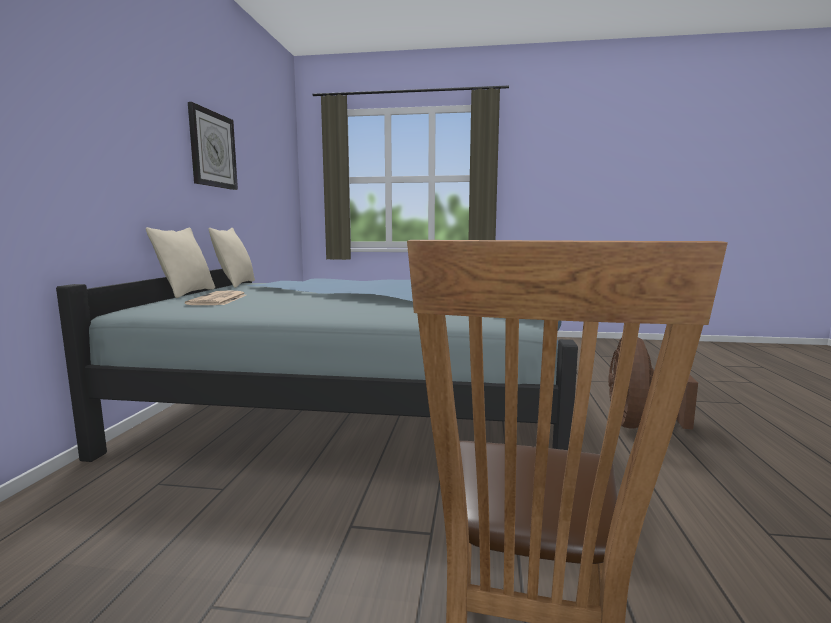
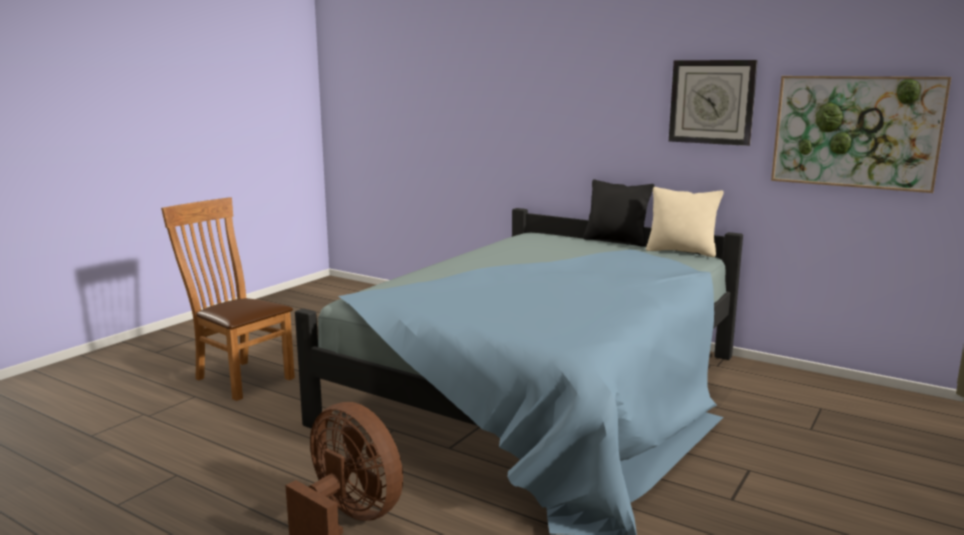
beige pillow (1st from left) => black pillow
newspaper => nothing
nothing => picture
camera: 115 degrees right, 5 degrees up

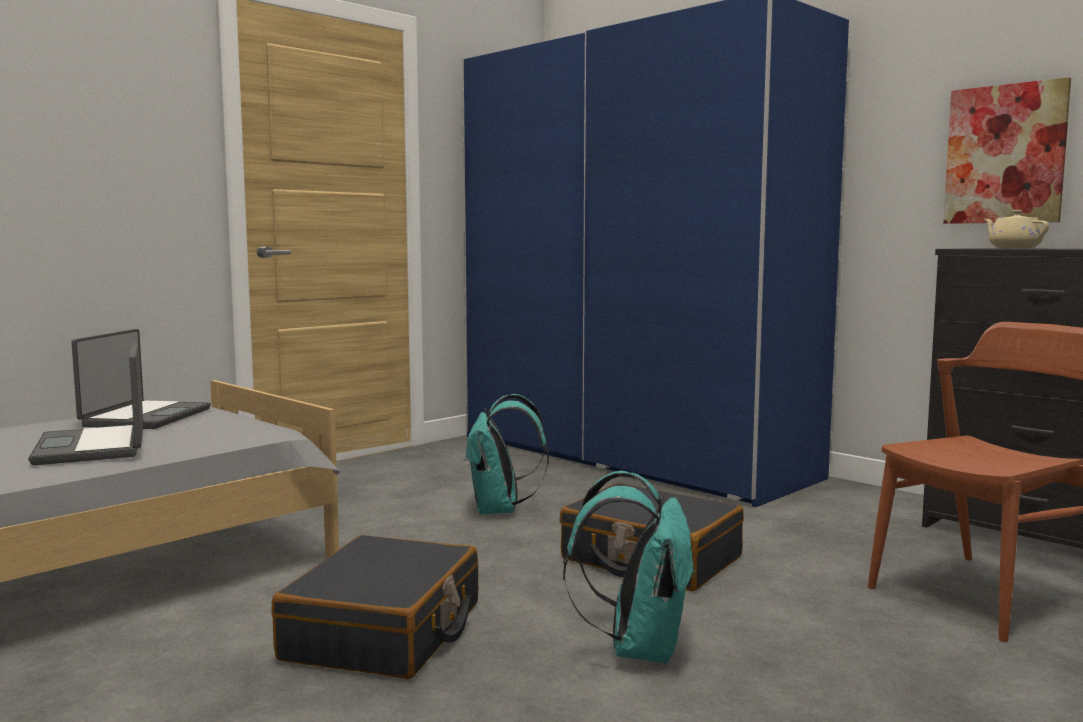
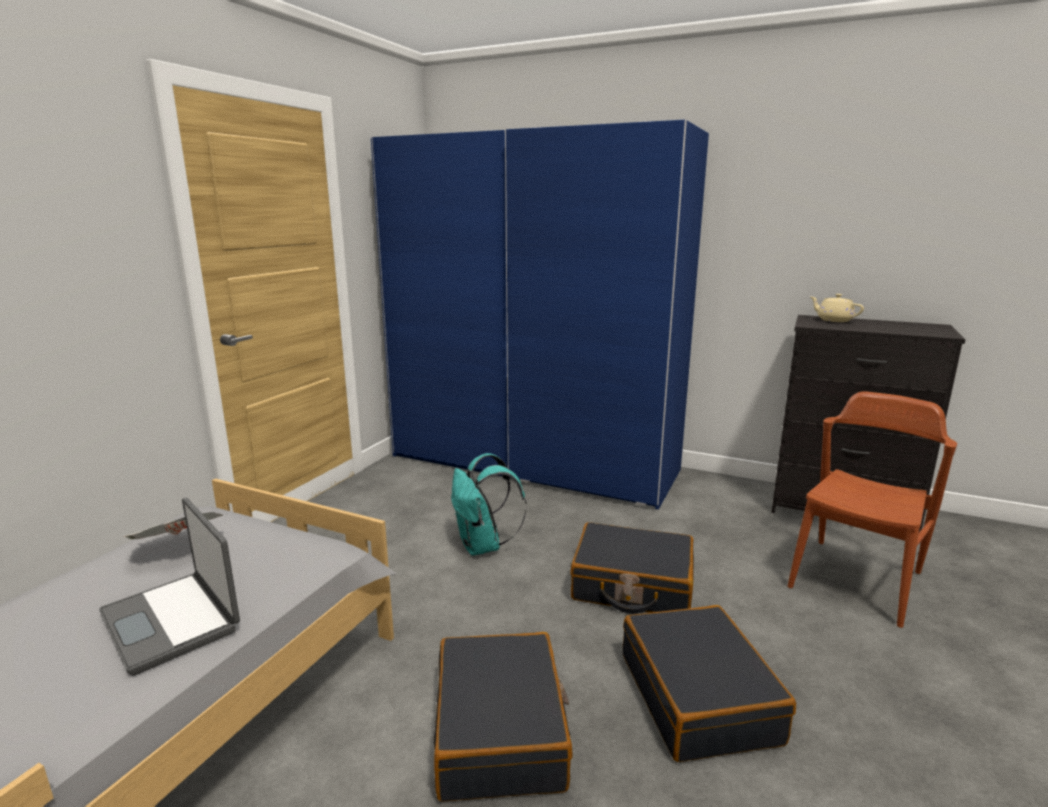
picture => nothing
laptop (2nd from left) => newspaper
turquoise backpack (2nd from left) => black suitcase (3rd from left)
camera: 20 degrees left, 10 degrees up

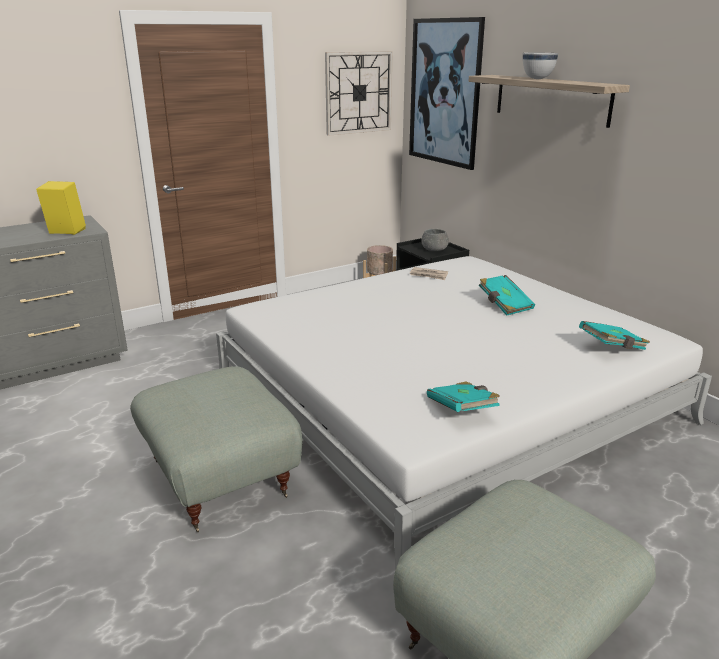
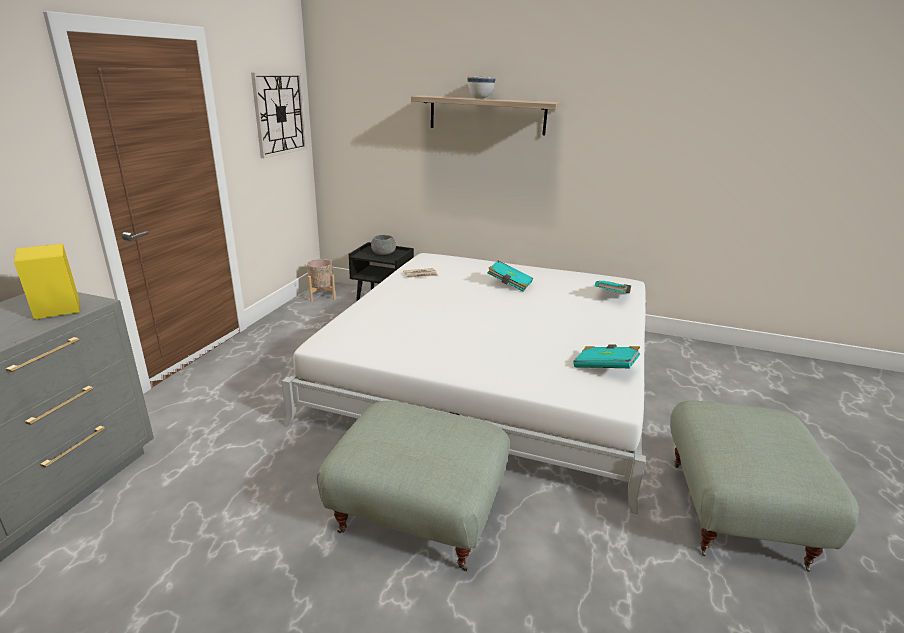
picture => nothing
camera: 40 degrees left, 0 degrees up

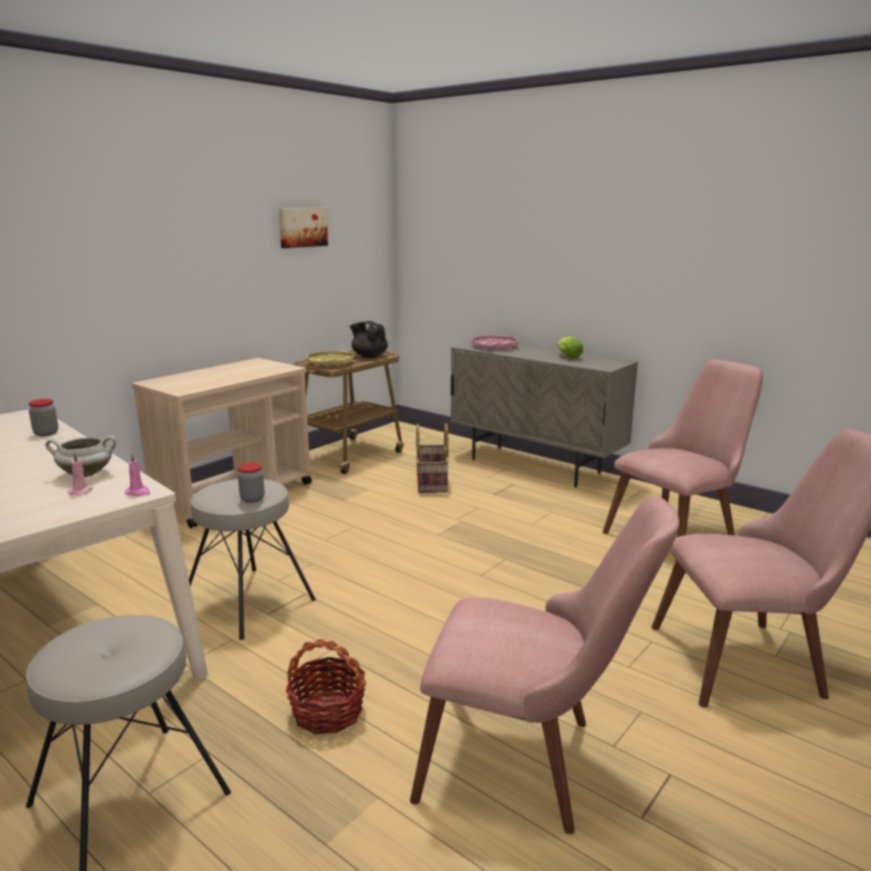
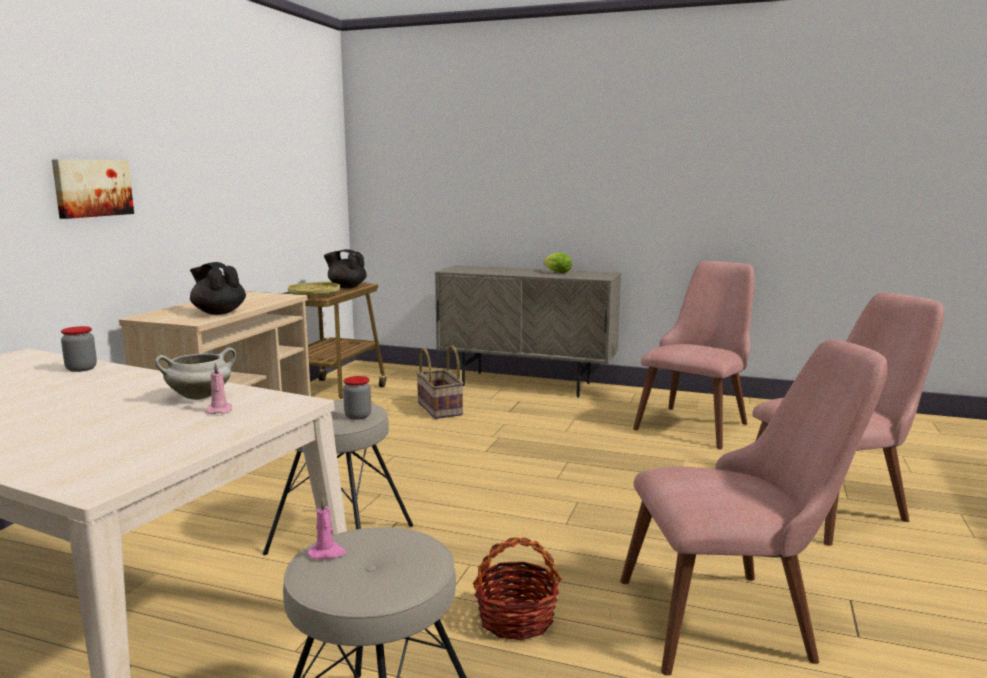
picture, move
pink tray => nothing
pink candle (2nd from left), move
nothing => black teapot (1st from left)
camera: 20 degrees left, 5 degrees down

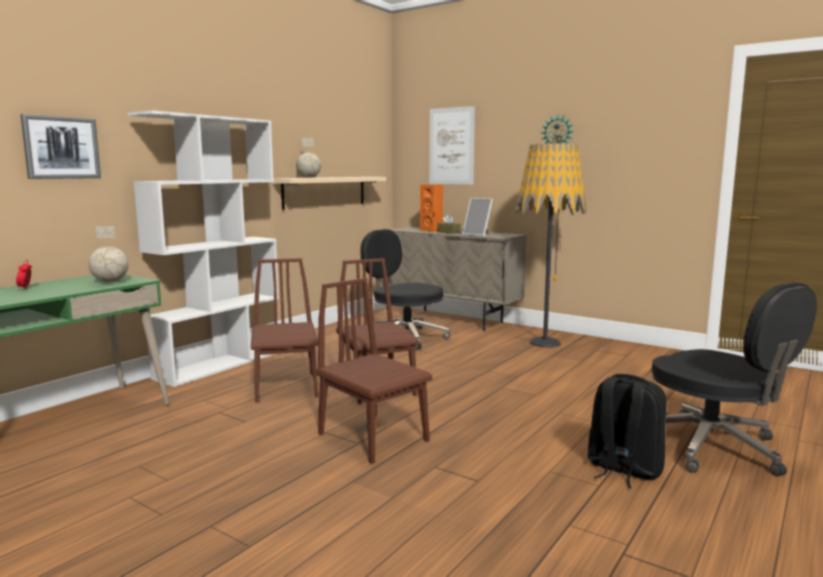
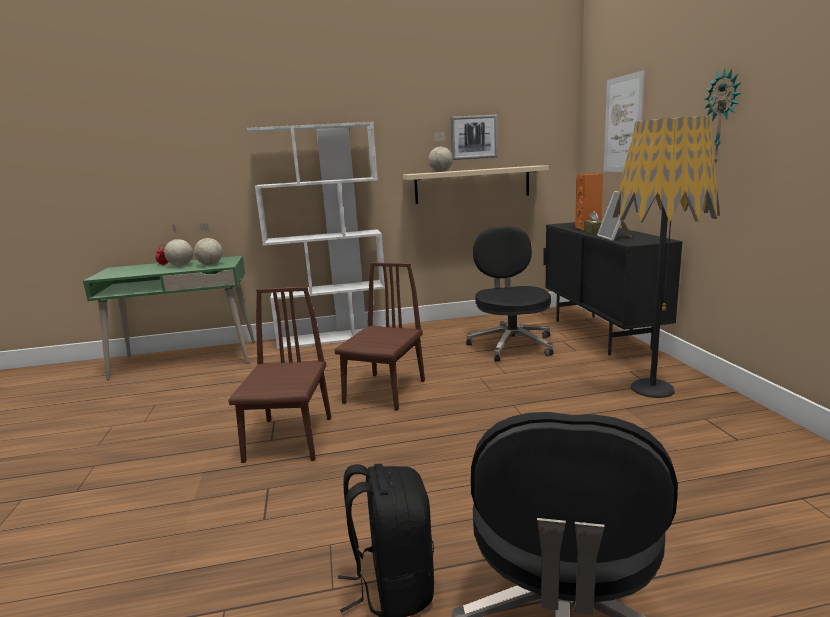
picture (1st from left), move
beige cabinet => black cabinet
brown chair (1st from left) => nothing
nothing => globe (1st from left)
camera: 45 degrees right, 5 degrees up

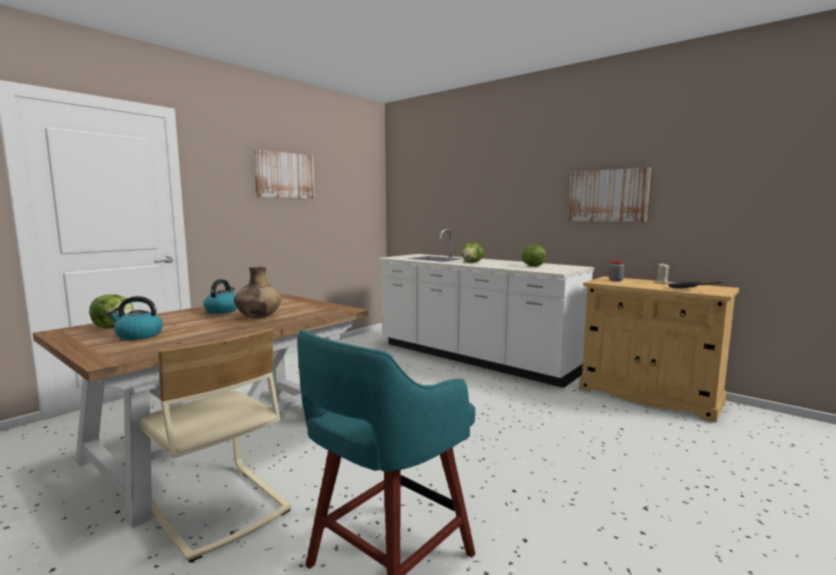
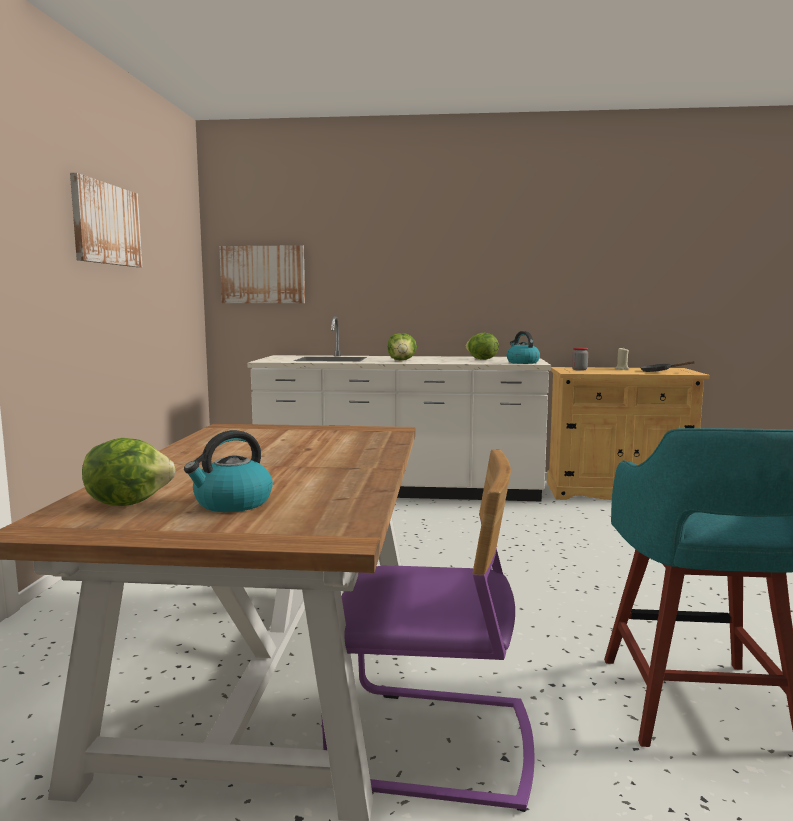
picture (2nd from left), move
brown vase => nothing
kettle (2nd from left), move
beige chair => purple chair
camera: 35 degrees left, 0 degrees up

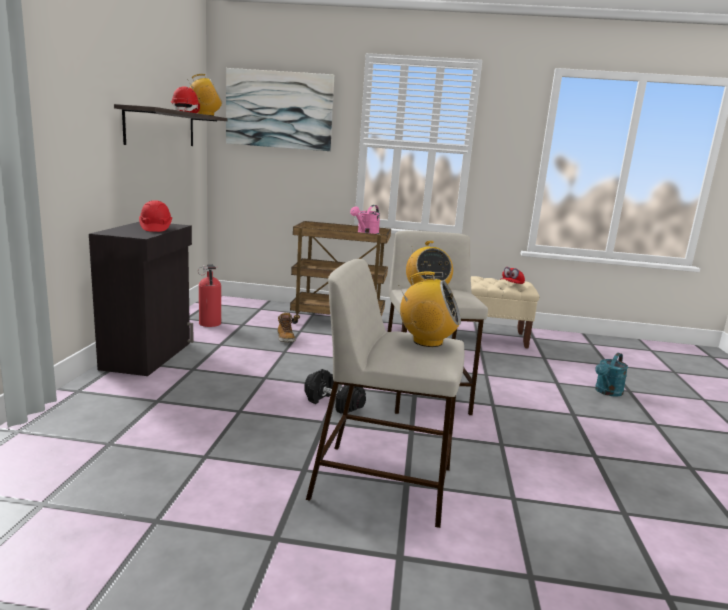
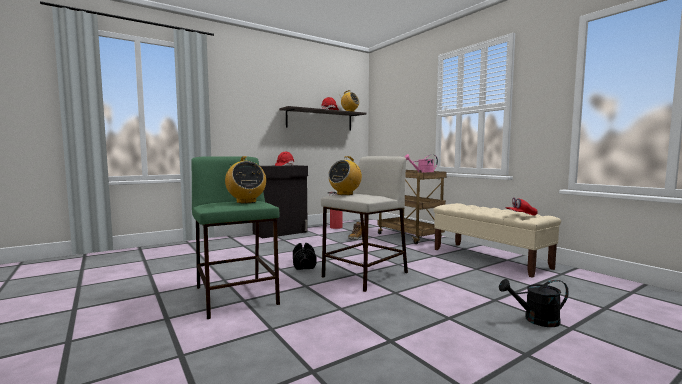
picture => nothing
beige stool (1st from left) => green stool
turquoise watering can => black watering can
camera: 50 degrees right, 10 degrees down

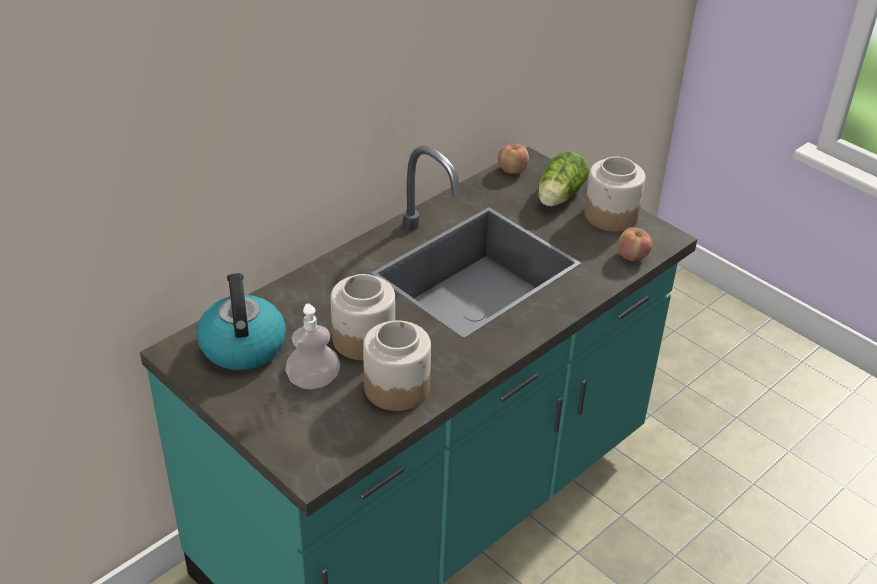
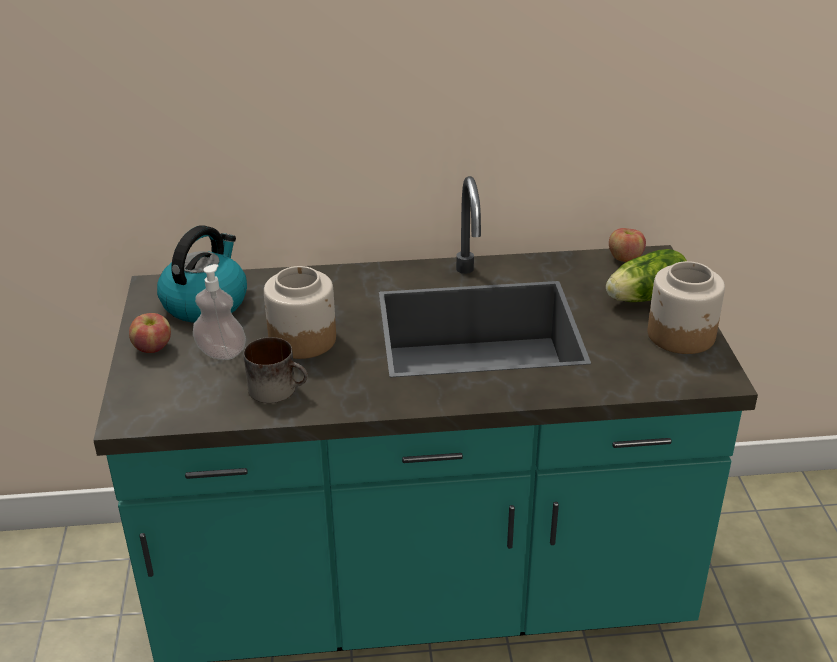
apple (2nd from left in the first image) => apple (1st from left), move
jar (2nd from left) => mug
camera: 40 degrees right, 5 degrees down

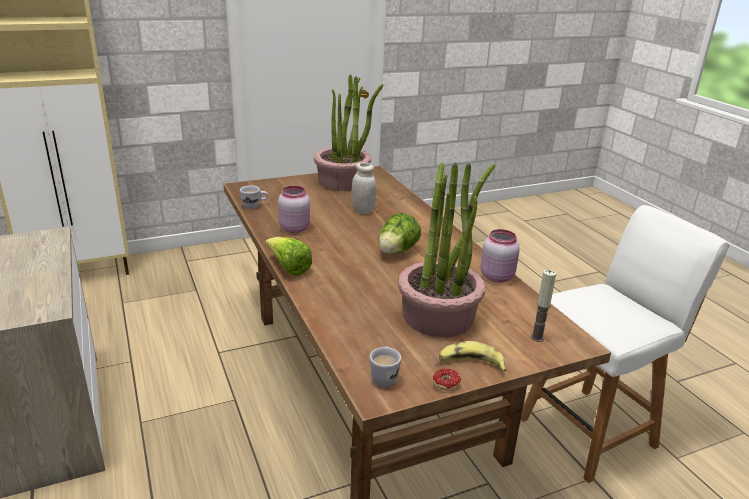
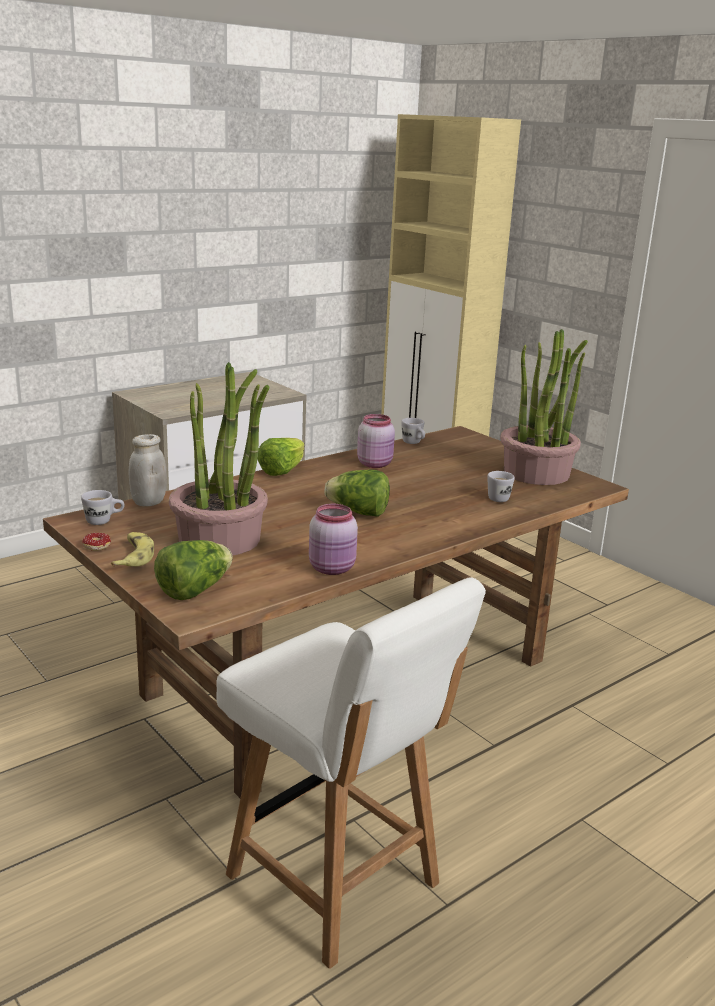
white jar, move
candle => lettuce (1st from left)
nothing => white mug (3rd from left)
camera: 75 degrees right, 5 degrees down

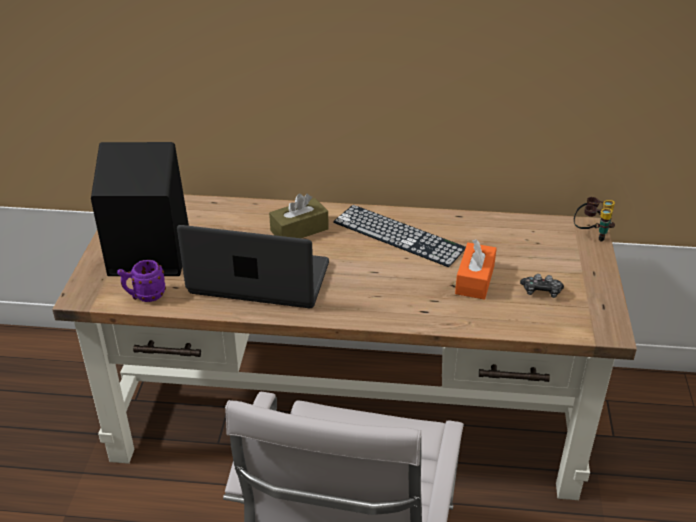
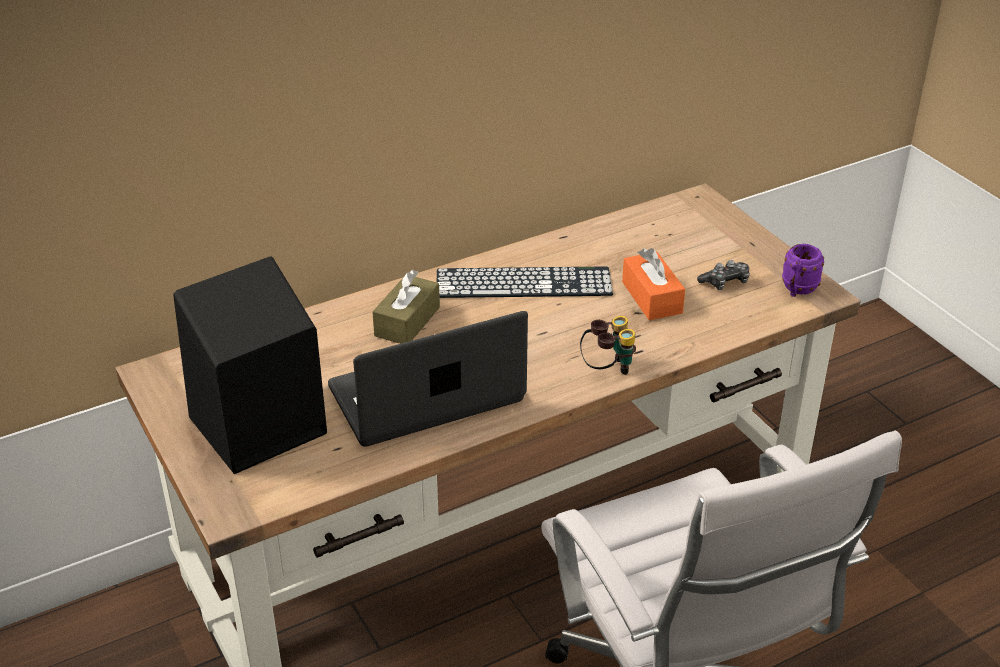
binoculars, move
purple mug, move
camera: 35 degrees left, 0 degrees up

